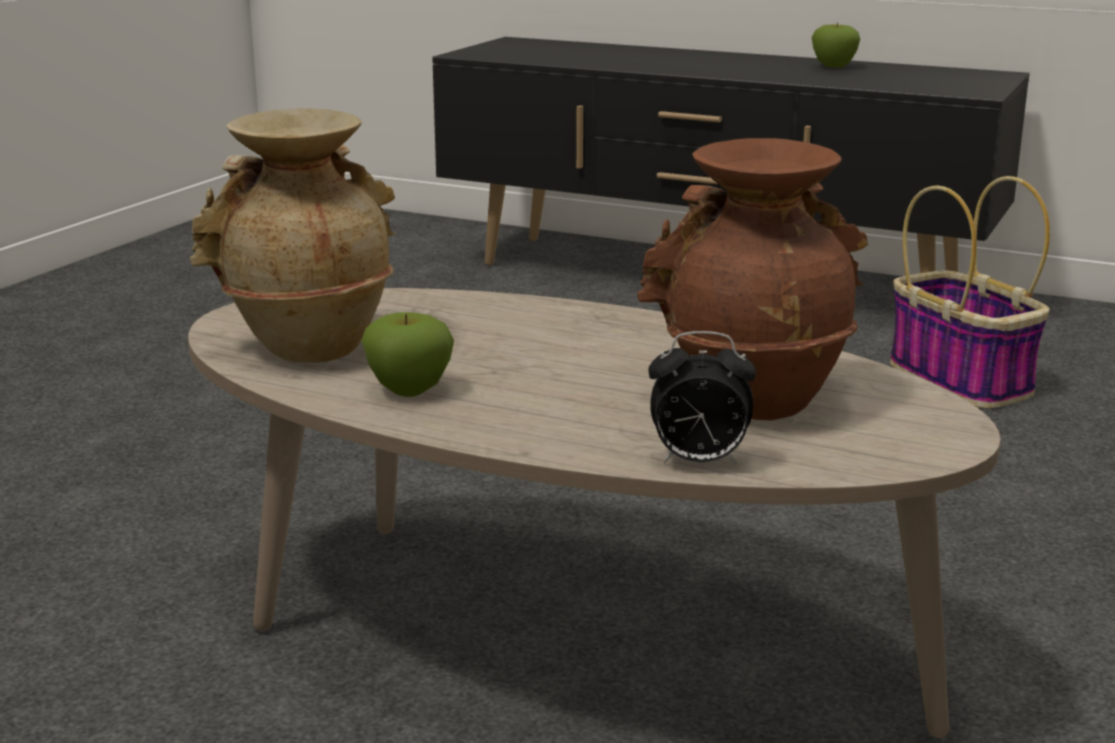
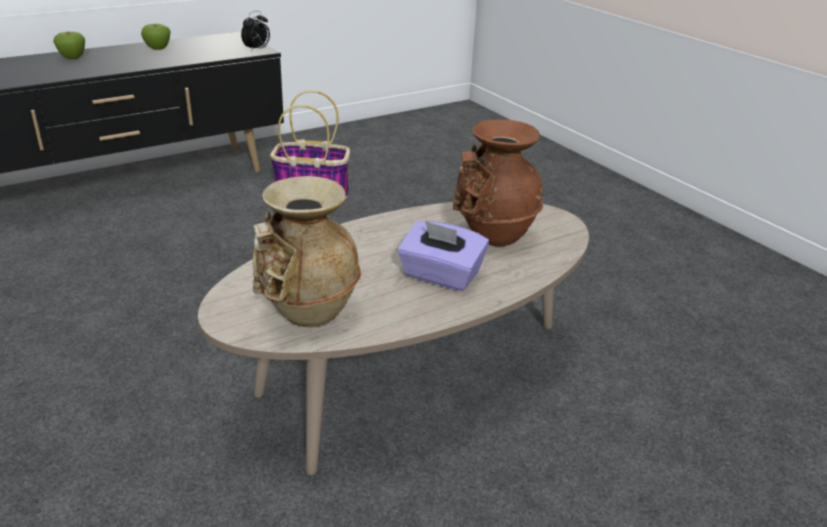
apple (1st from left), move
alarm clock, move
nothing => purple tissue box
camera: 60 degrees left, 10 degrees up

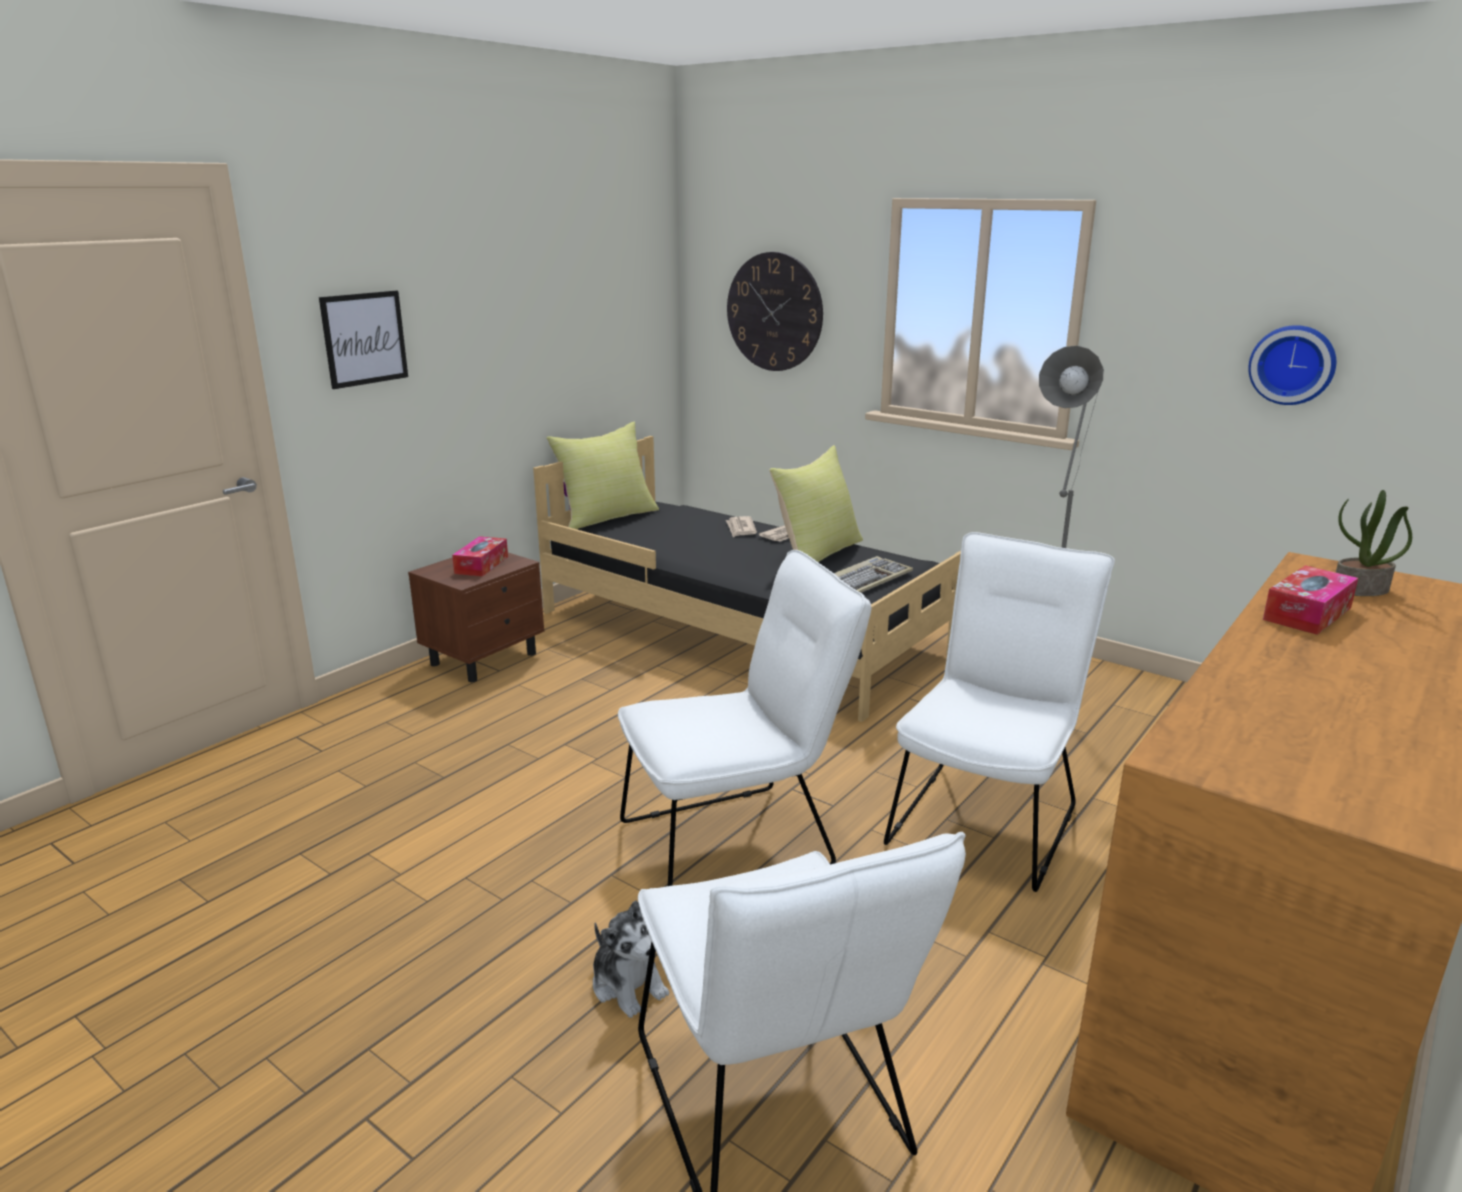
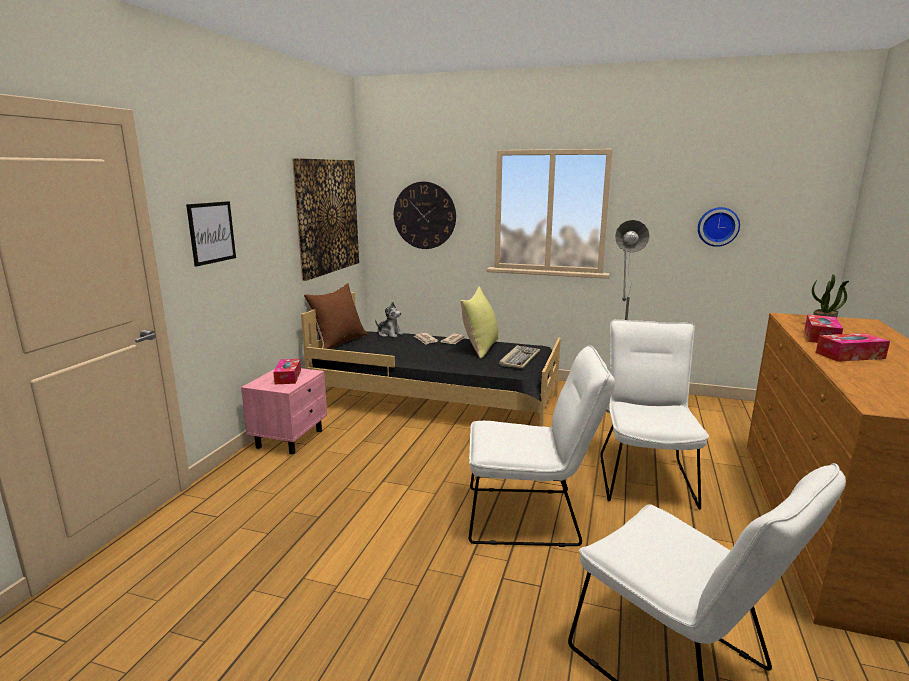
yellow pillow (1st from left) => brown pillow
white chair (1st from left), 45 degrees clockwise
brown nightstand => pink nightstand
plush toy, move
nothing => picture (2nd from left)
nothing => tissue box (3rd from left)
camera: 20 degrees left, 5 degrees down

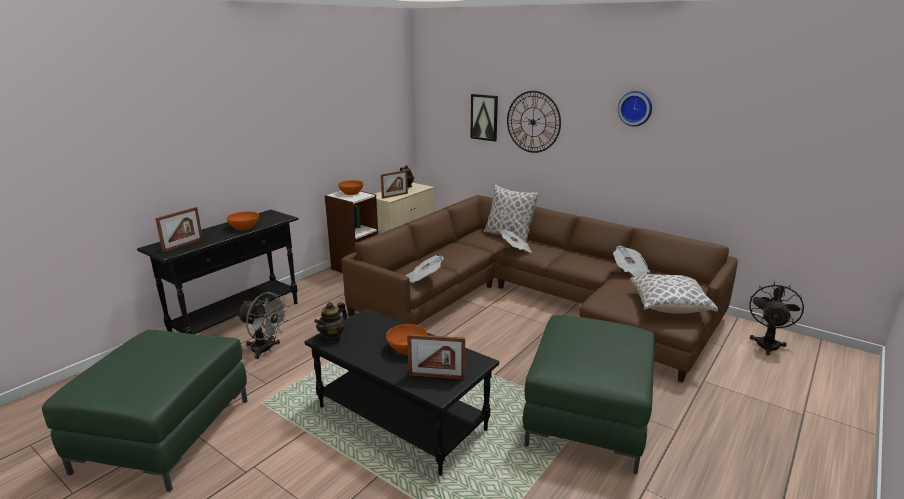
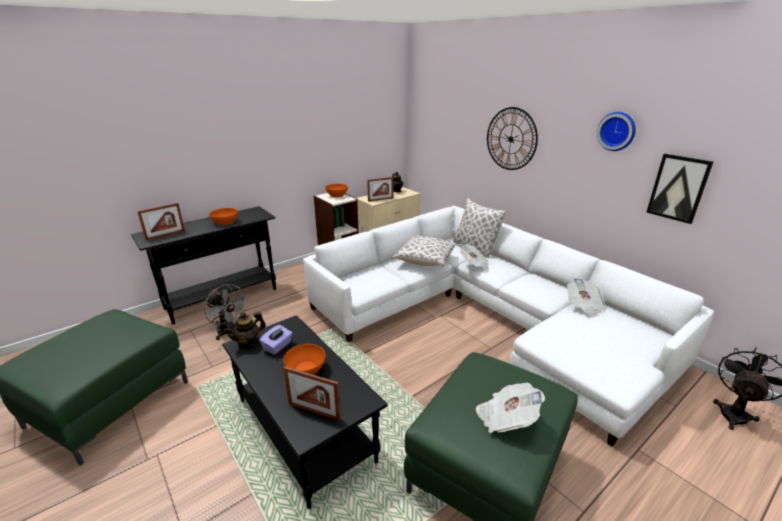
picture, move
brown sofa => white sofa
newspaper (1st from left in the first image) => newspaper (2nd from left), move
pillow (2nd from left in the first image) => pillow (1st from left), move
nothing => purple tissue box
camera: 15 degrees right, 5 degrees up

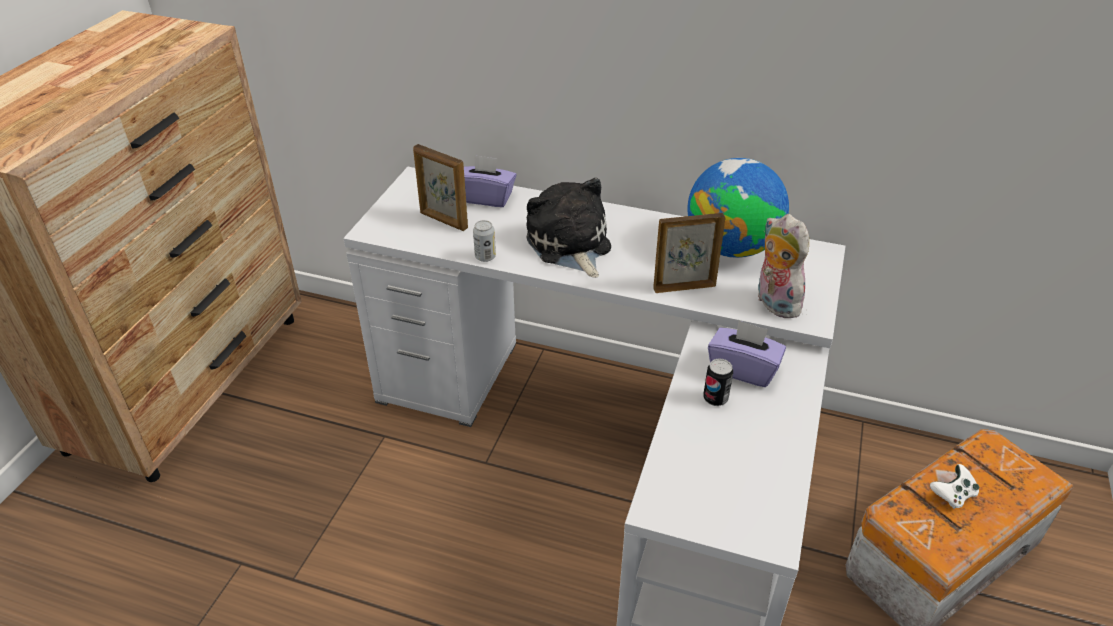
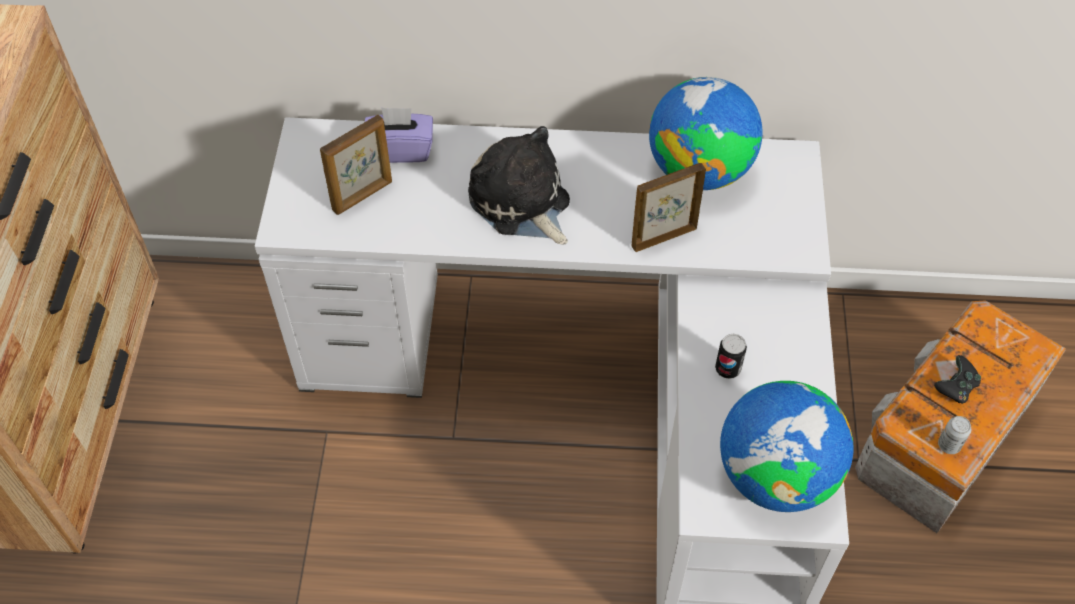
picture frame (1st from left), 60 degrees counterclockwise
plush toy (2nd from left) => nothing
can (1st from left in the first image) => can (2nd from left), move
purple tissue box (2nd from left) => nothing
white game controller => black game controller
nothing => globe (2nd from left)
camera: 15 degrees left, 15 degrees up

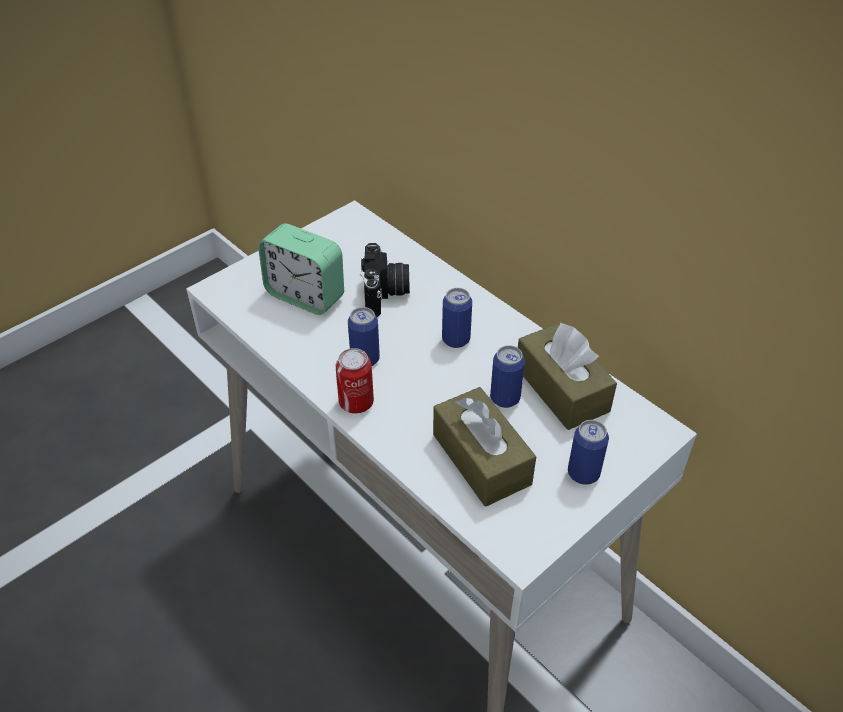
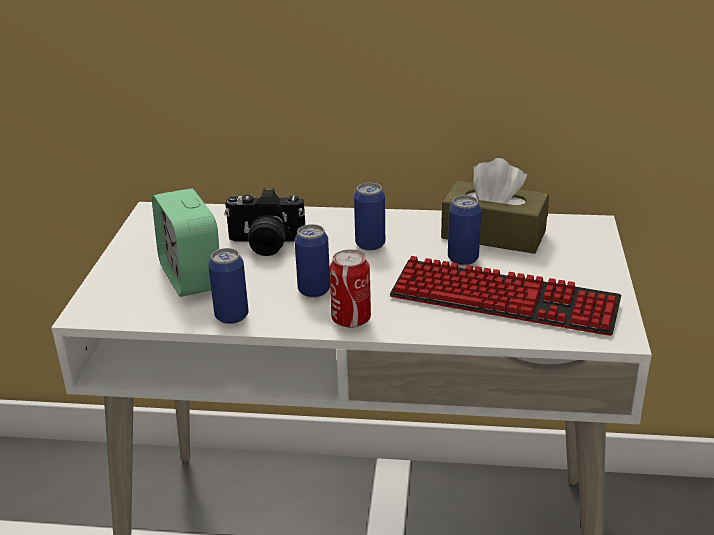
alarm clock, 75 degrees clockwise
photo camera, 135 degrees clockwise
brown tissue box (1st from left) => keyboard
can (5th from left in the first image) => can (1st from left), move
camera: 40 degrees left, 15 degrees down

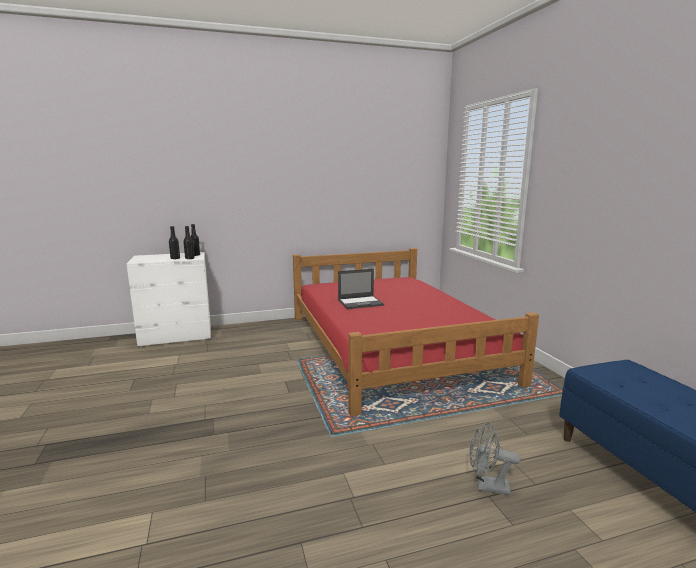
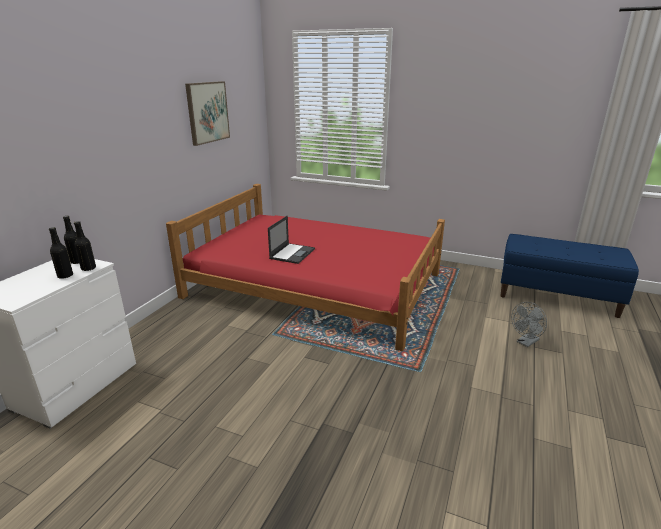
nothing => picture
camera: 50 degrees left, 10 degrees up

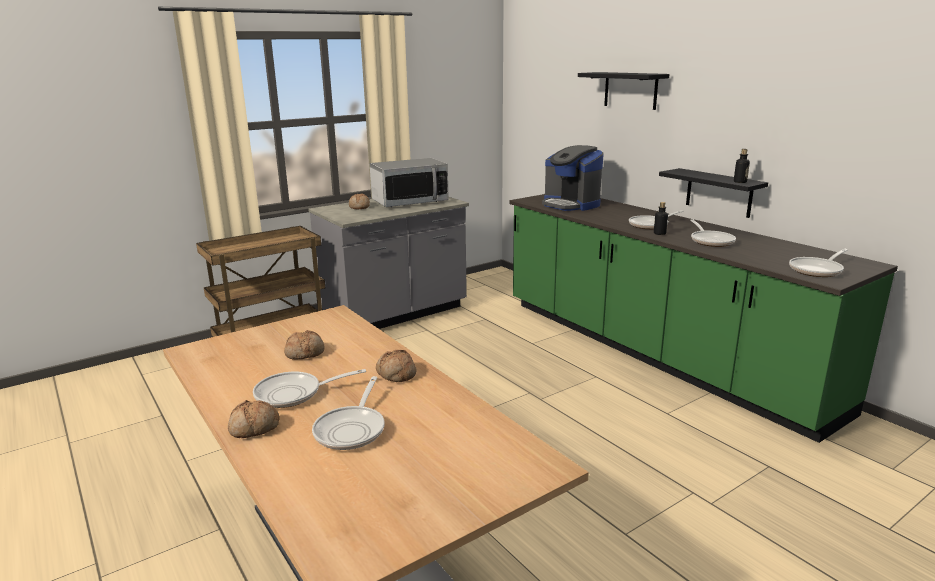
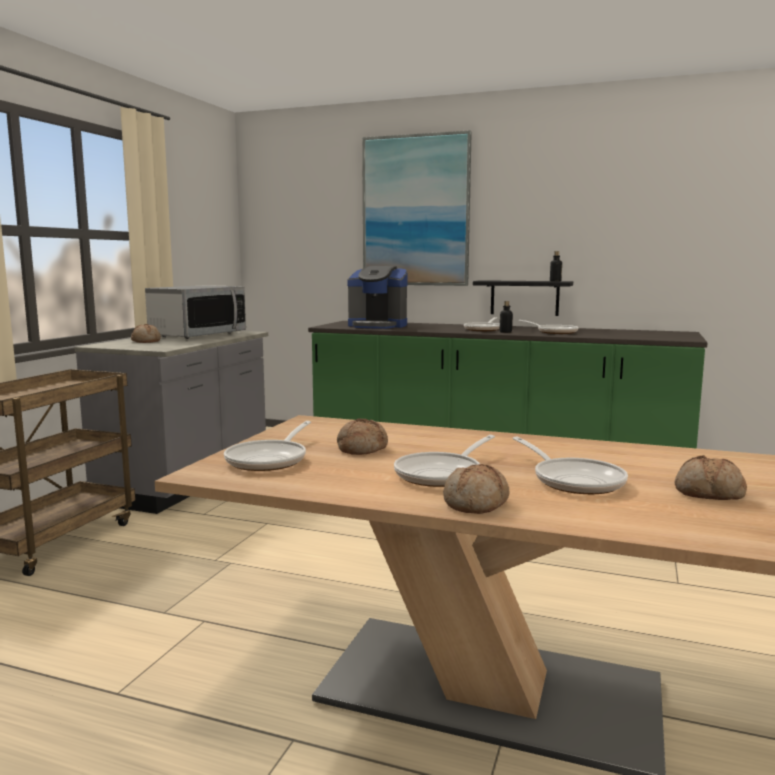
black shelf (1st from left) => picture
frying pan (5th from left in the first image) => frying pan (1st from left), move
bread (4th from left), move
camera: 35 degrees left, 10 degrees down

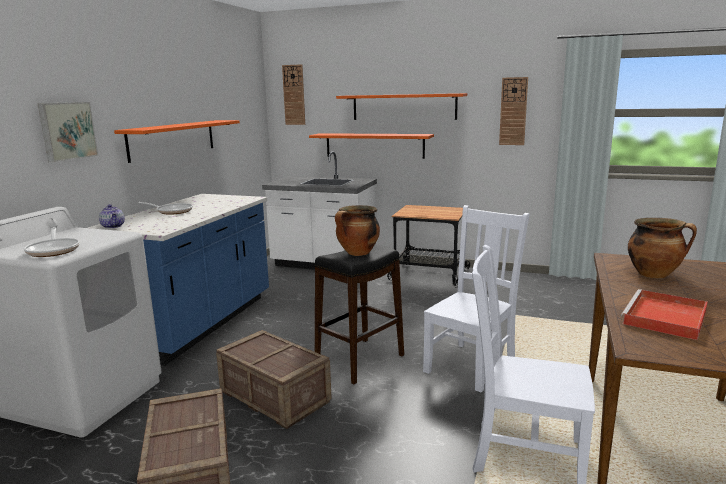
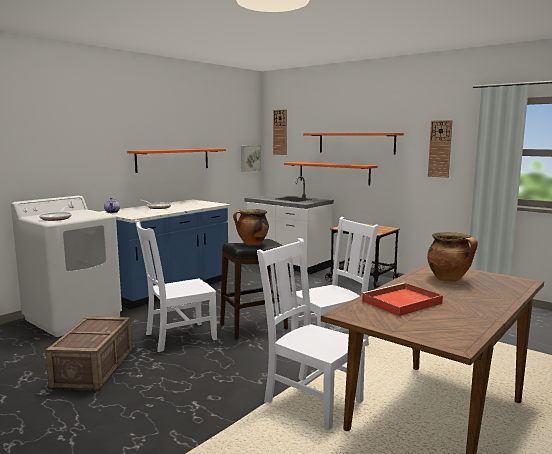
picture, move
crate (2nd from left) => white chair (1st from left)
camera: 20 degrees right, 5 degrees down

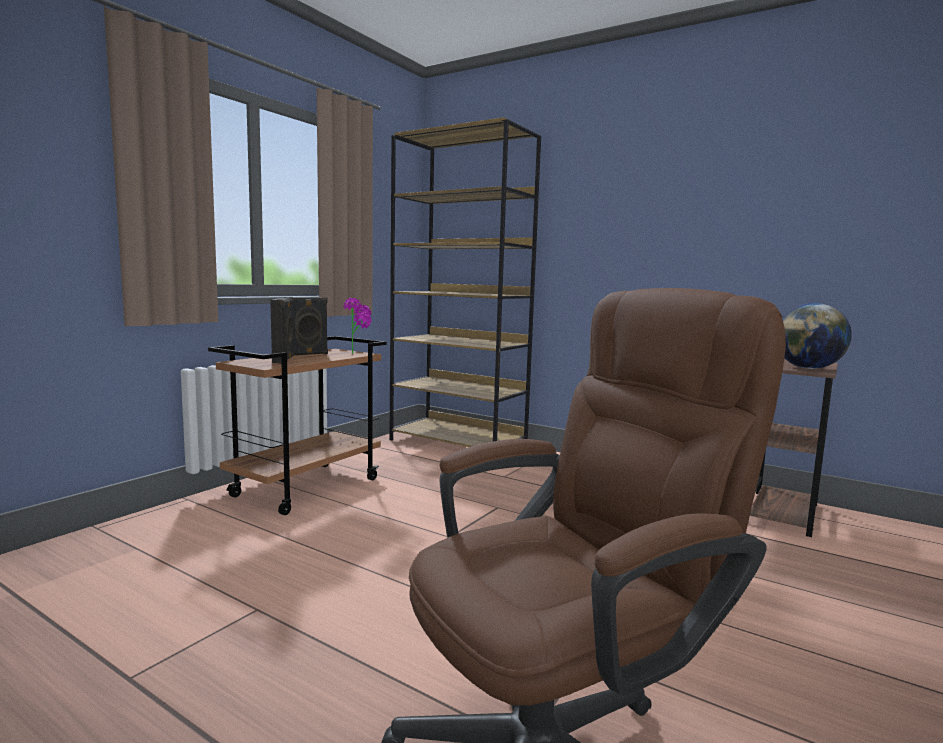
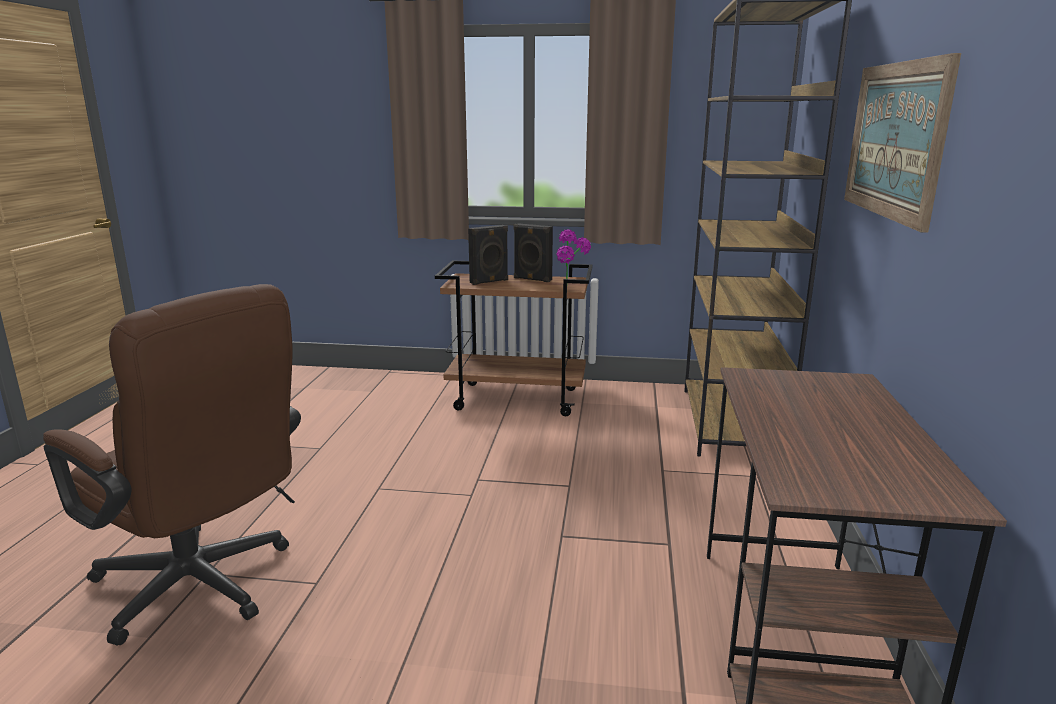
globe => nothing
nothing => picture
camera: 65 degrees right, 10 degrees up

